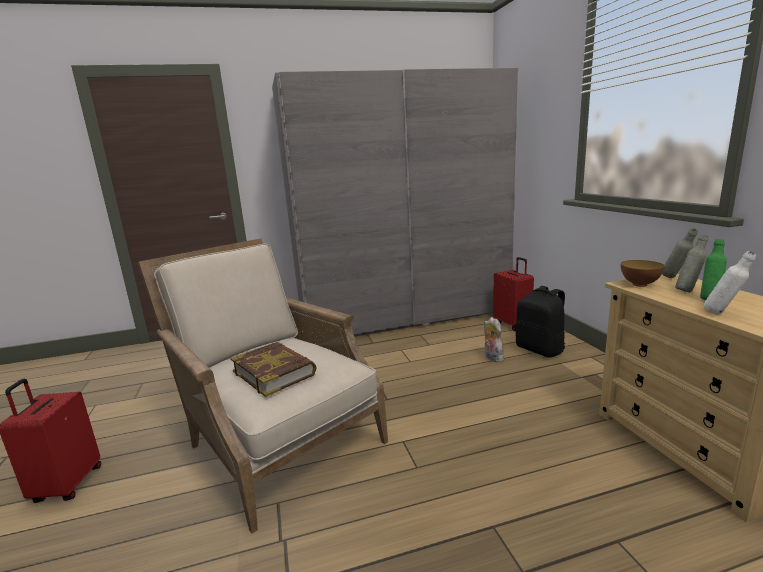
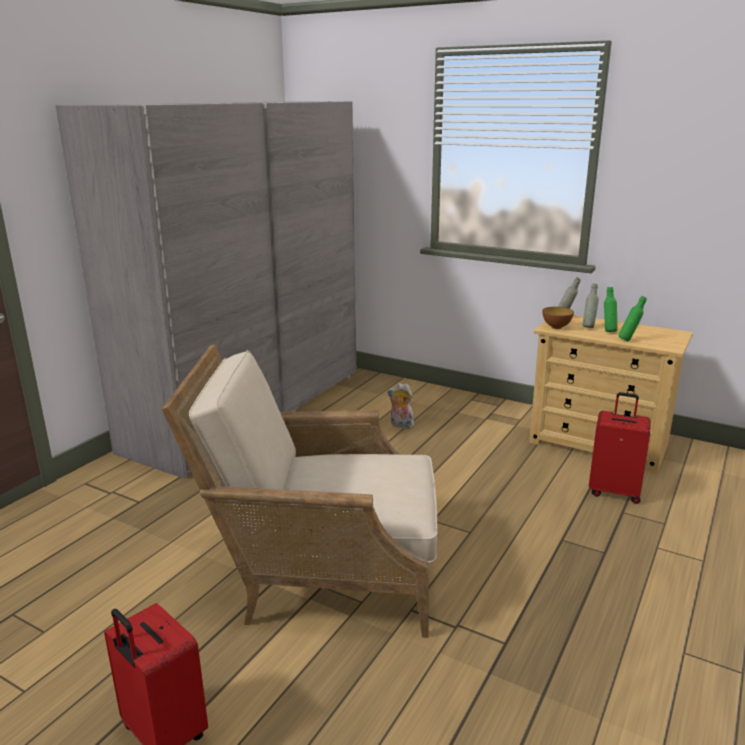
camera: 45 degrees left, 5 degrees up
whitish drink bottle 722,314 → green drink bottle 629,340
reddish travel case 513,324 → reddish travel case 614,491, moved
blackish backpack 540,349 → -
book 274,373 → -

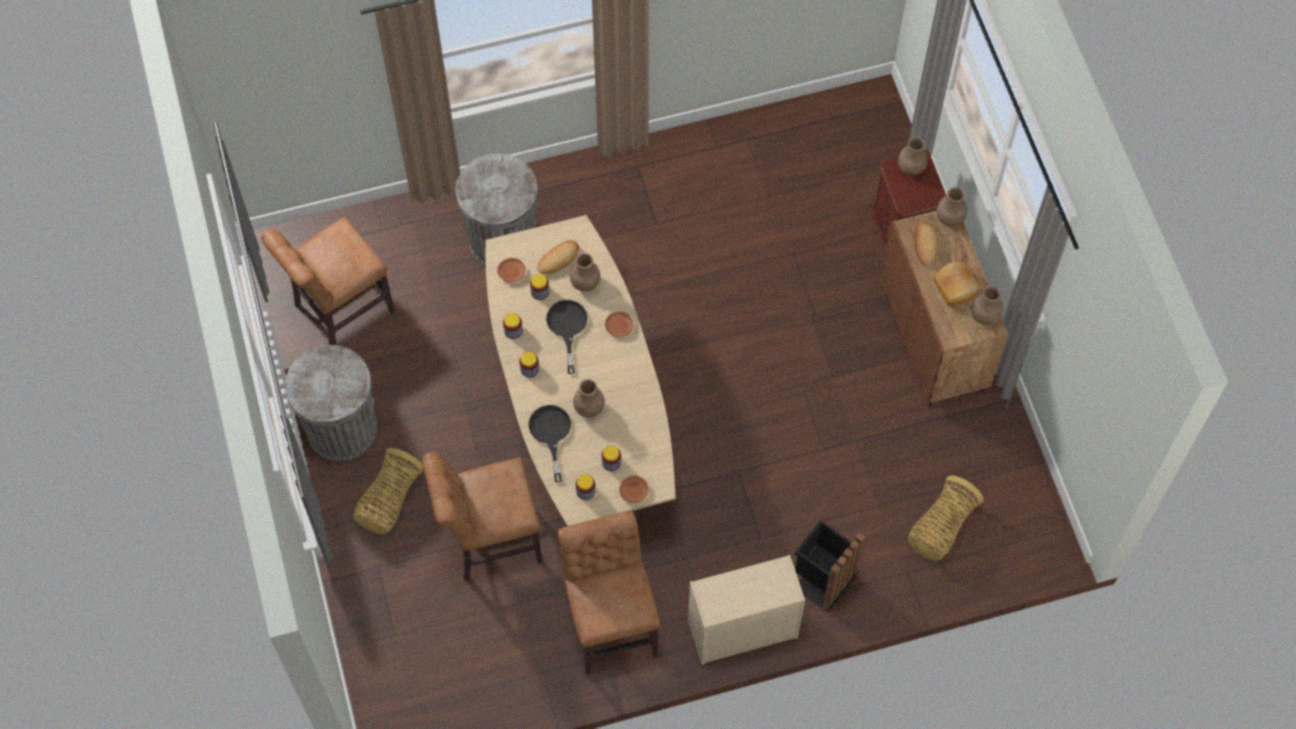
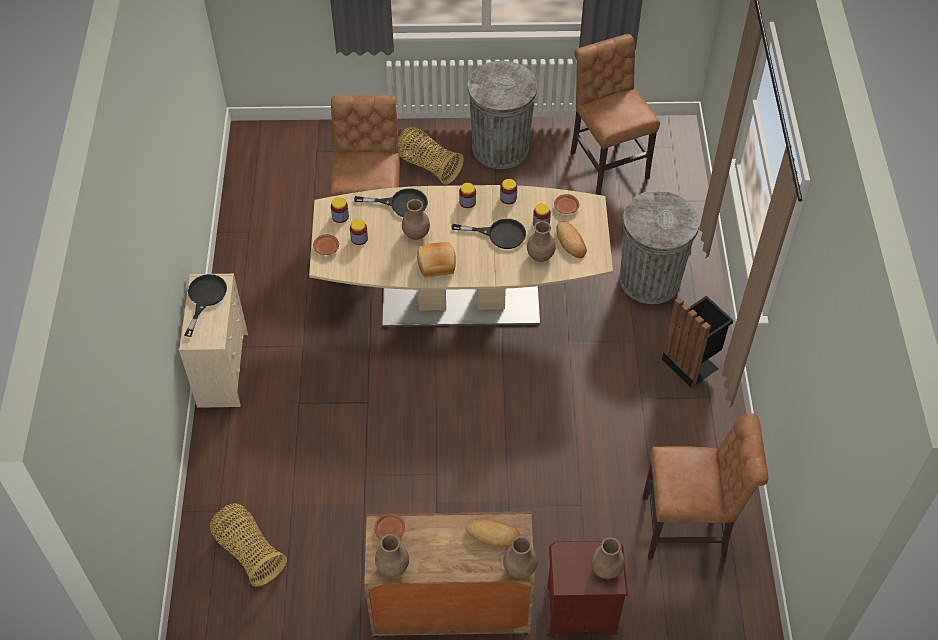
camera: 105 degrees right, 10 degrees down
baked bread 956,288 → baked bread 436,265, moved
brown-coloured flat dish 618,326 → brown-coloured flat dish 390,530, moved
brown-coloured plain chair 610,622 → brown-coloured plain chair 689,528, moved
blackish waste bin 822,581 → blackish waste bin 691,362, moved
- → blackish pan 205,298

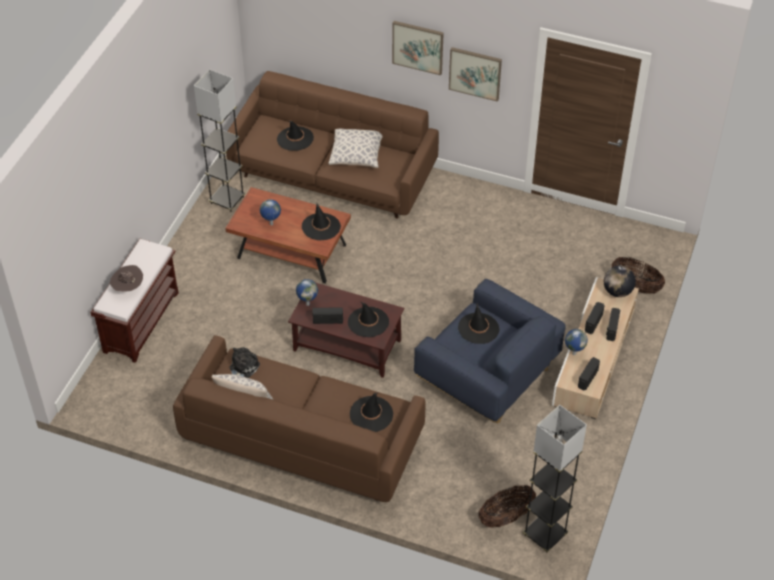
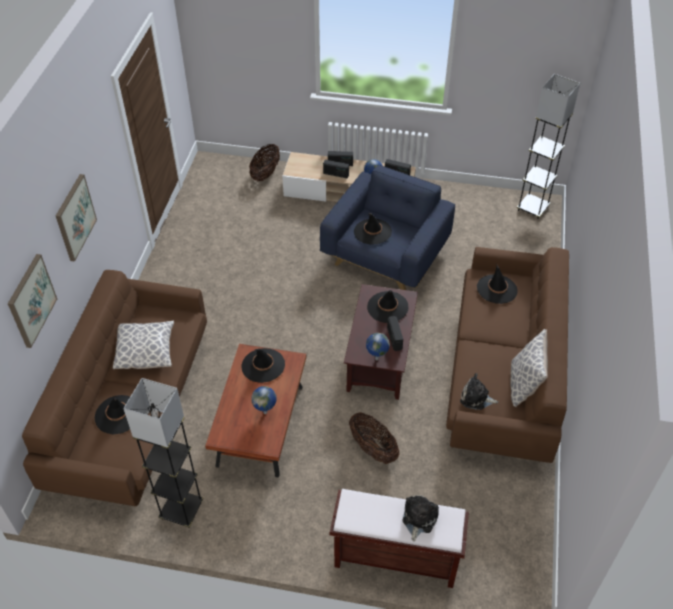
camera: 100 degrees left, 0 degrees up
wall picture 475,73 → wall picture 31,300, moved
brown-coloured wearable hat 128,288 → plush toy 418,519
globe 617,291 → -
basket 506,517 → basket 373,448, moved

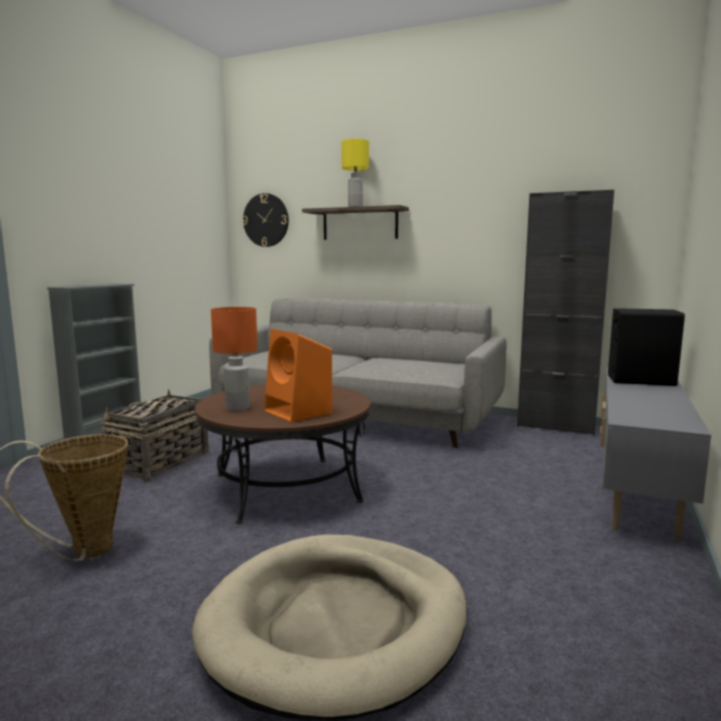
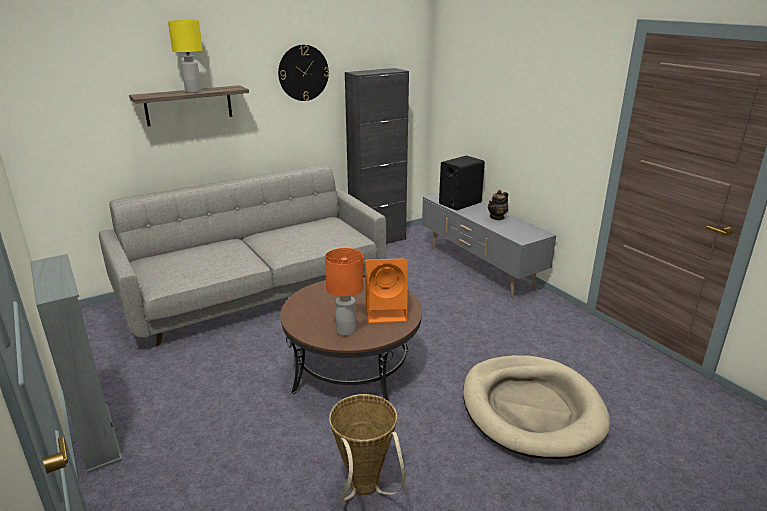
camera: 55 degrees left, 15 degrees up
hanging clock 266,220 → hanging clock 303,73, moved
basket 159,463 → -
- → pot for tea 497,217

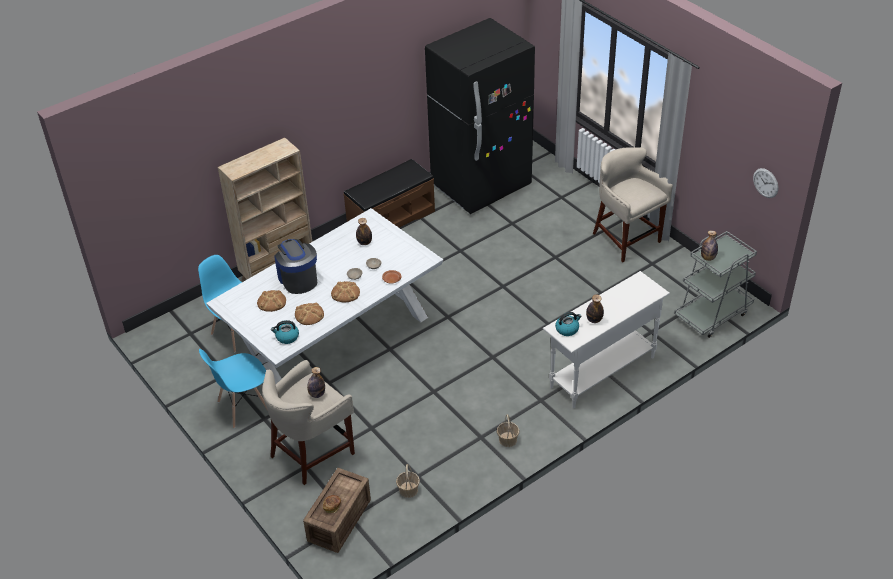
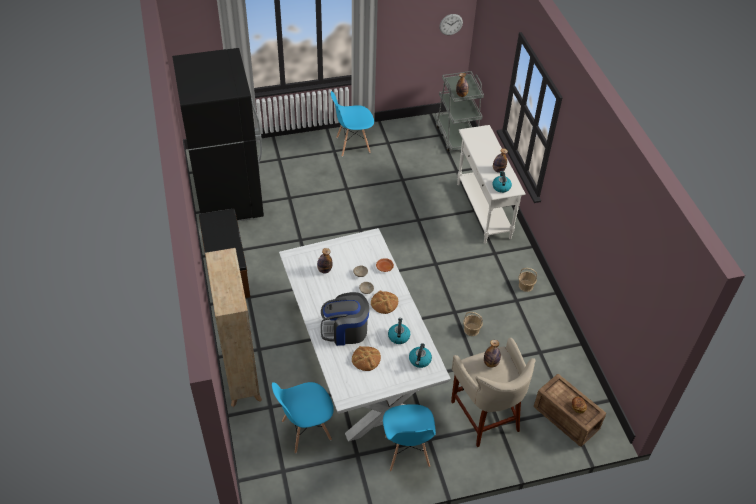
camera: 70 degrees left, 5 degrees up
sand-coloured sitting stool 625,239 → bluish plain chair 352,145
baked bread 309,315 → kettle 398,336
basket 408,490 → basket 471,330, moved

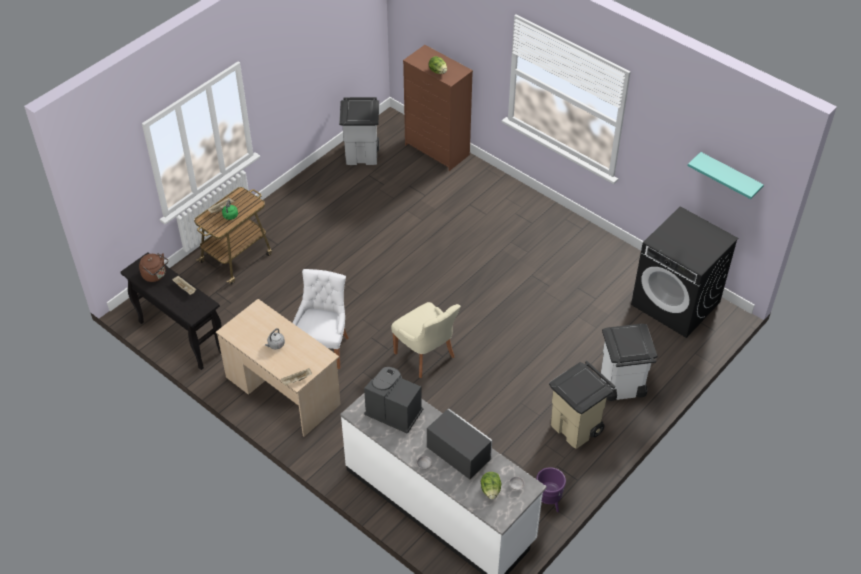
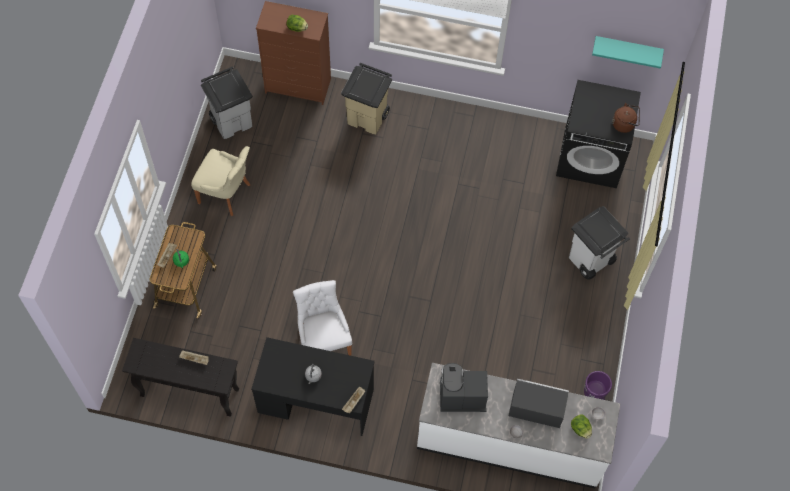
camera: 30 degrees left, 15 degrees up
brown-coloured kettle 155,275 → brown-coloured kettle 625,124, moved
sand-coloured desk unit 283,391 → blackish desk unit 315,401
sand-coloured plain chair 426,356 → sand-coloured plain chair 226,194, moved
sand-coloured waste bin 576,428 → sand-coloured waste bin 368,117, moved

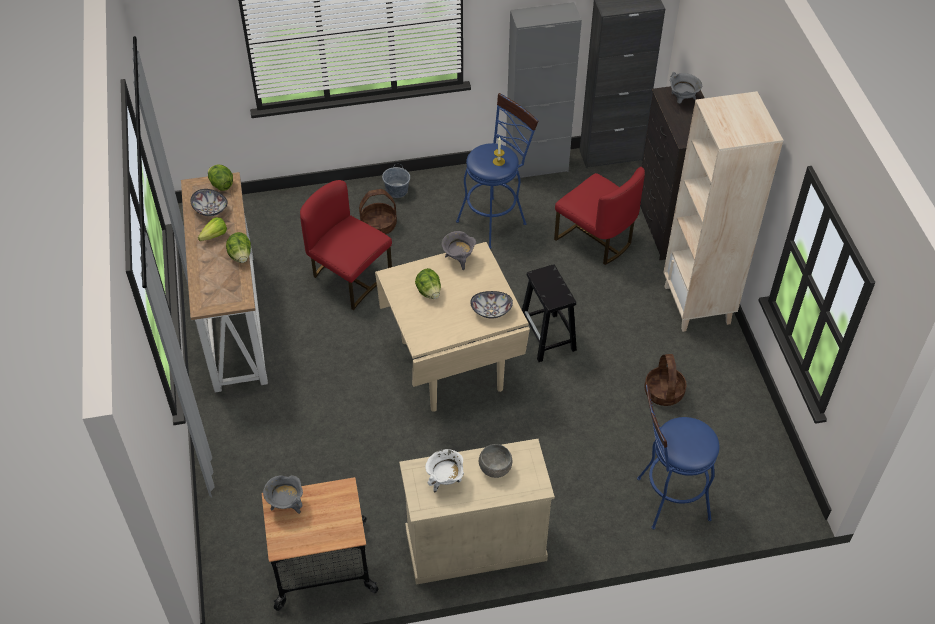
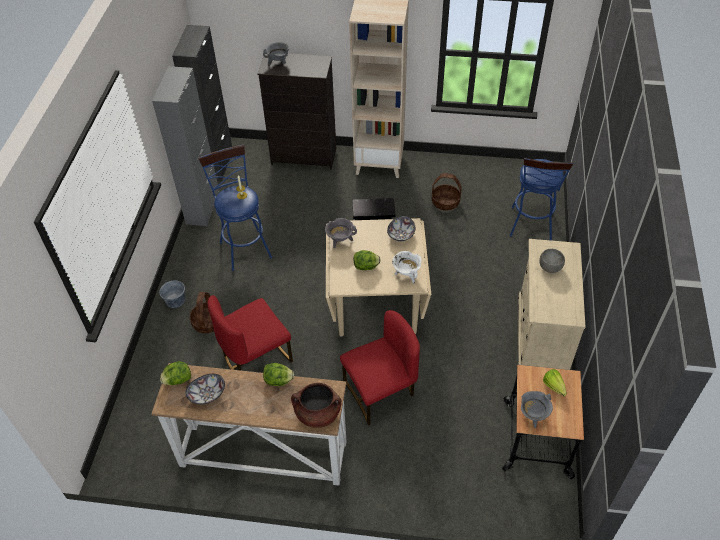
camera: 70 degrees left, 0 degrees up
reddish plain chair 595,239 → reddish plain chair 380,392, moved
lettuce head 212,237 → lettuce head 555,388, moved
whitish cooking pot 445,480 → whitish cooking pot 406,275, moved
- → brown-coloured cooking pot 318,414

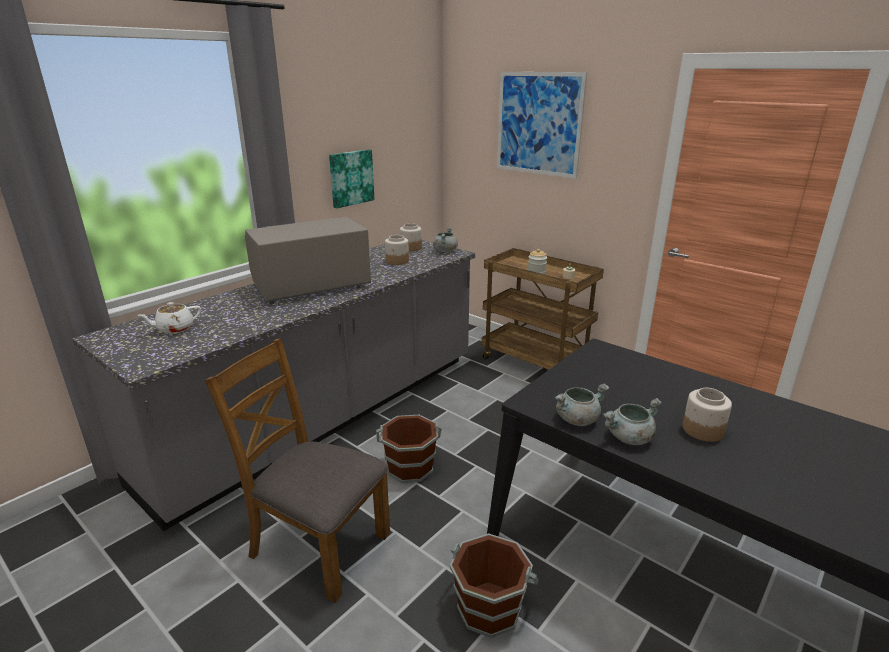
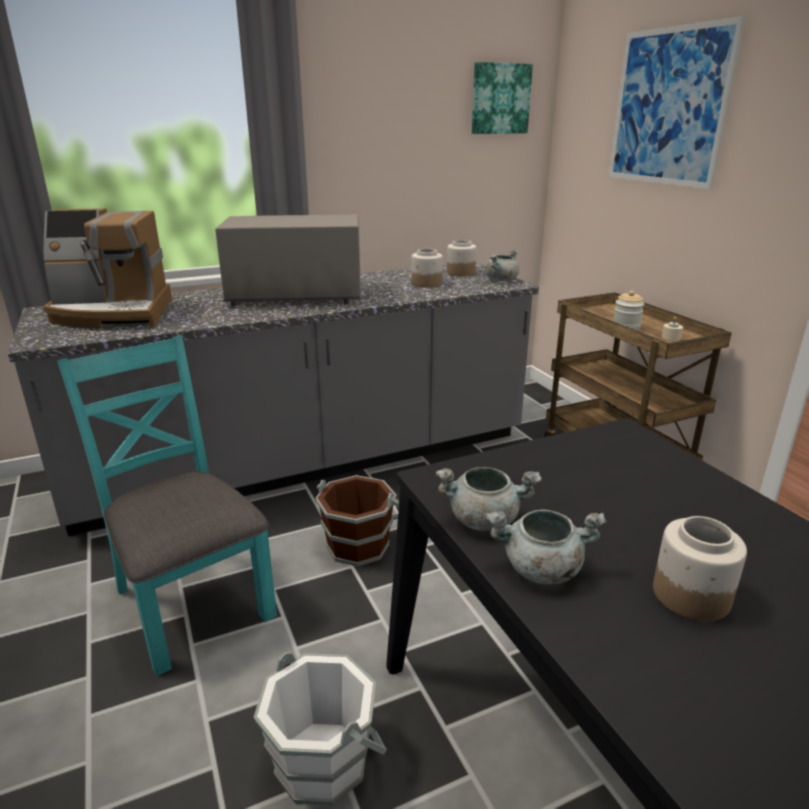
camera: 25 degrees right, 0 degrees up
wall picture 350,178 → wall picture 500,99, moved
whitish pot for tea 174,329 → coffee brewer 113,314
brown-coloured plain chair 318,545 → blue-green plain chair 191,602
brown-coloured water bucket 489,607 → whitish water bucket 323,759

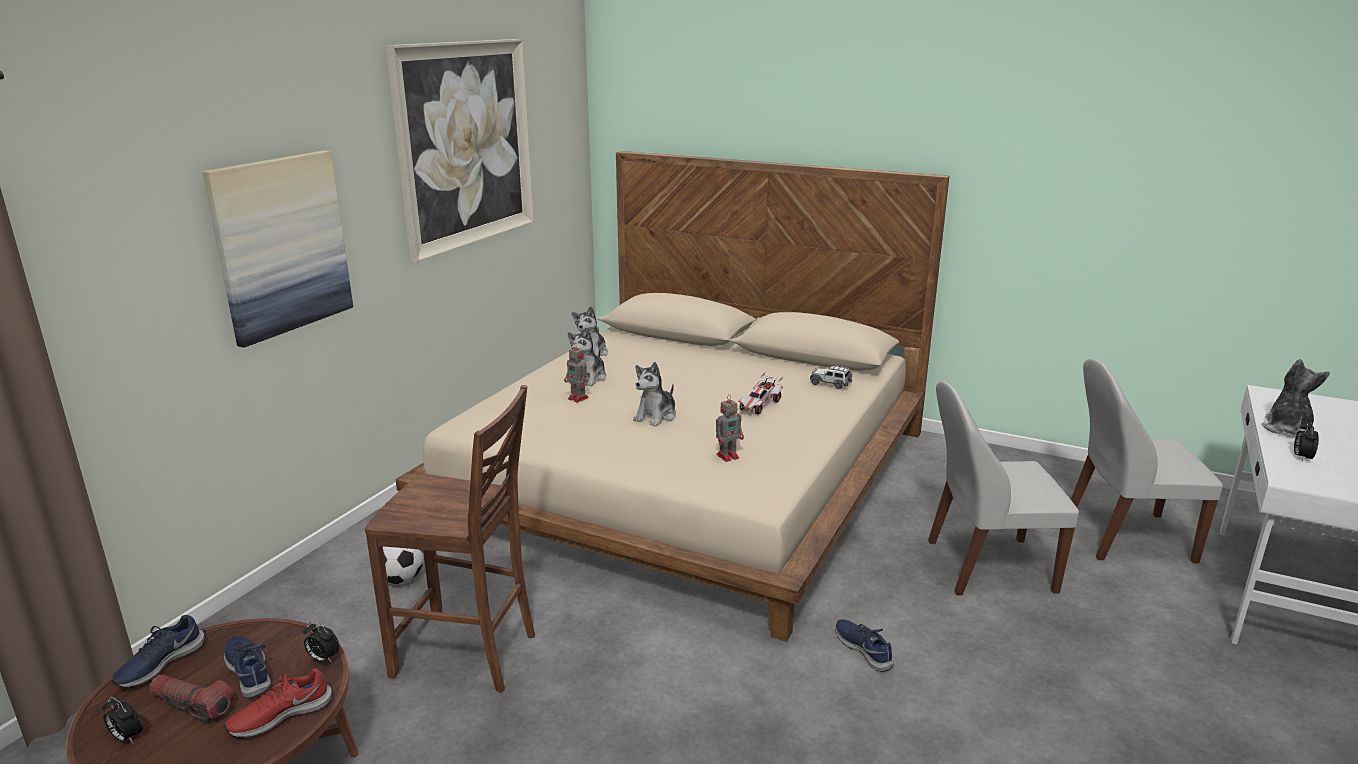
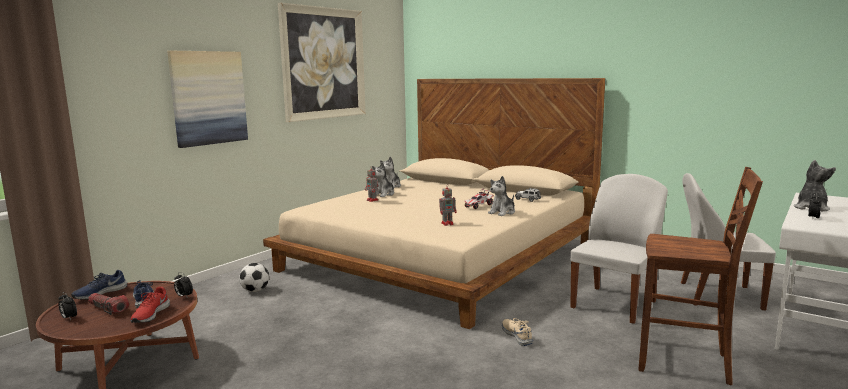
camera: 10 degrees right, 10 degrees down
plush toy 656,416 → plush toy 502,212, moved
whitish plain chair 986,566 → whitish plain chair 614,304, 120 degrees clockwise
brown-coloured plain chair 468,655 → brown-coloured plain chair 685,362, moved
bluish low shoe 864,649 → sand-coloured low shoe 517,335
reddish low shoe 280,714 → reddish low shoe 150,314, 60 degrees counterclockwise

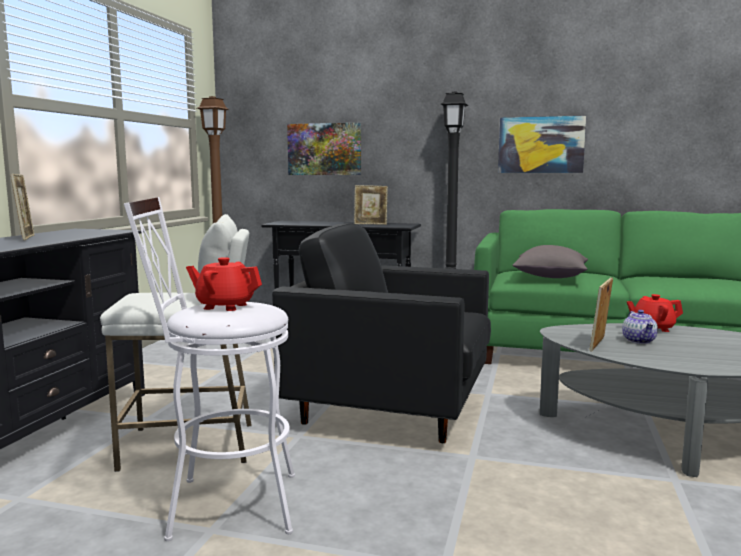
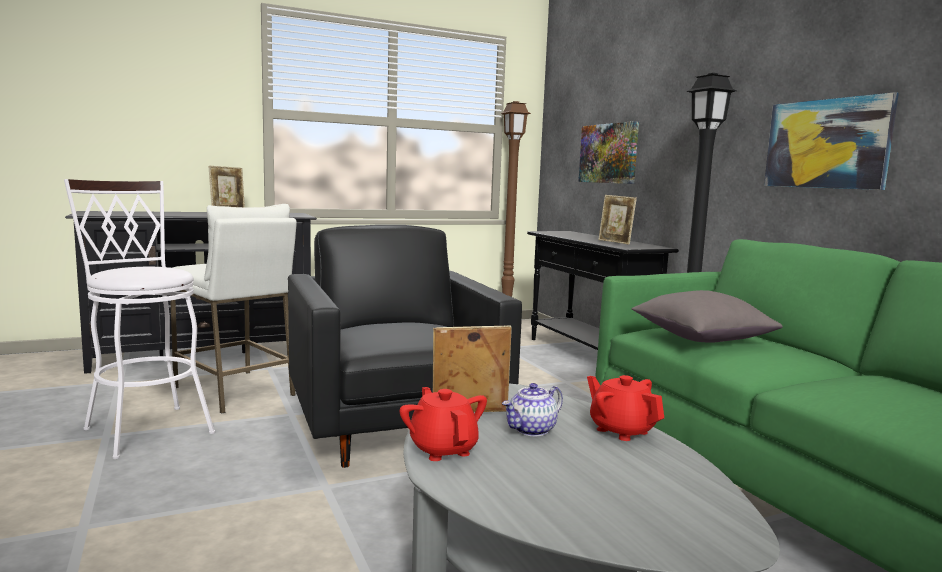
camera: 50 degrees right, 0 degrees up
reddish pot for tea 225,306 → reddish pot for tea 443,449, moved

